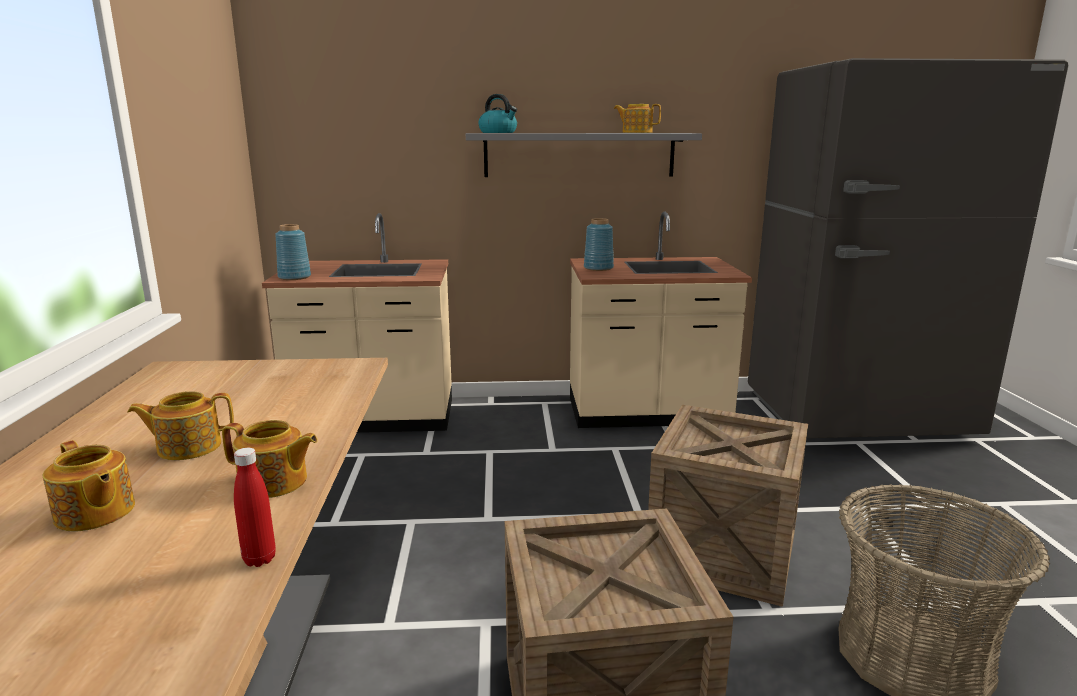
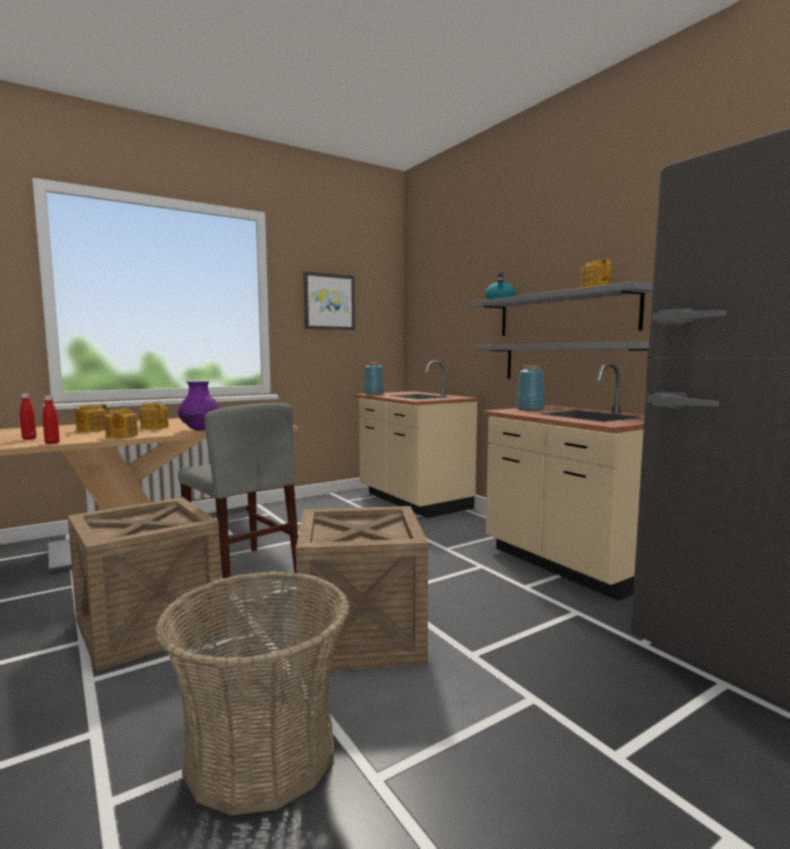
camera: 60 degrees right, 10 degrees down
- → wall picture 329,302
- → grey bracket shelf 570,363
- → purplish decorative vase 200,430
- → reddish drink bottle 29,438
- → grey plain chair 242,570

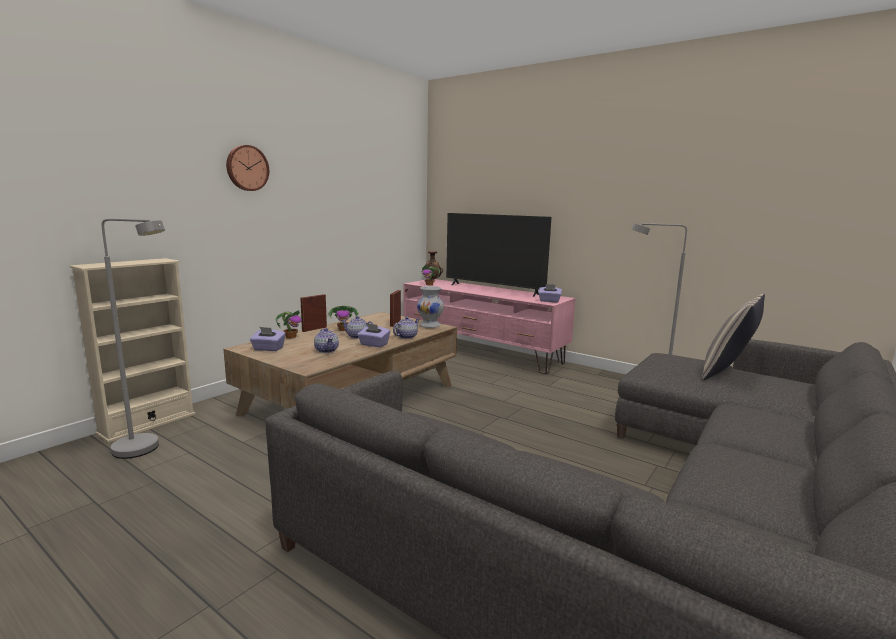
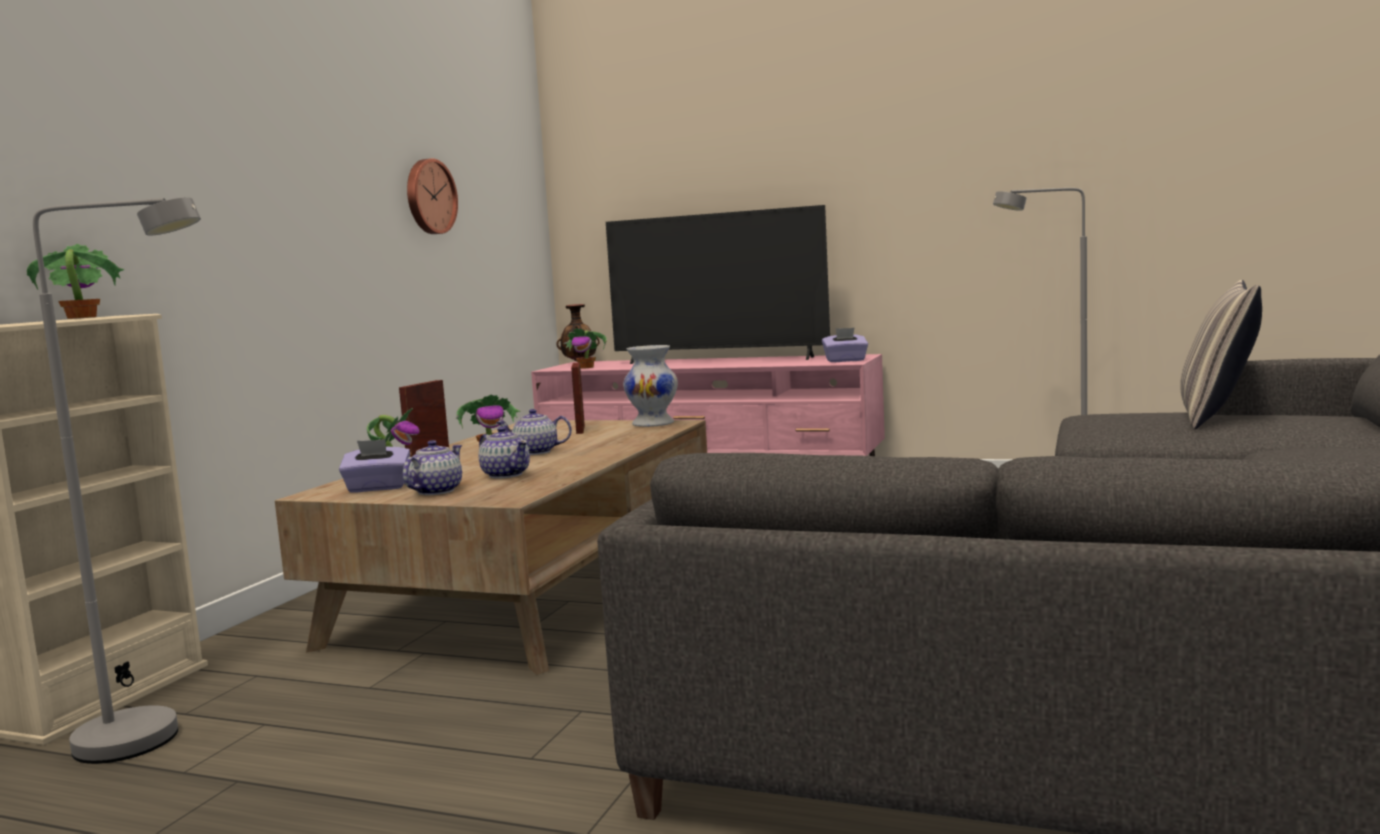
camera: 15 degrees left, 5 degrees down
hanging clock 246,168 → hanging clock 429,197, moved
pot for tea 406,337 → pot for tea 435,491, moved
purplish tissue holder 373,344 → -
- → plant in a pot 80,317

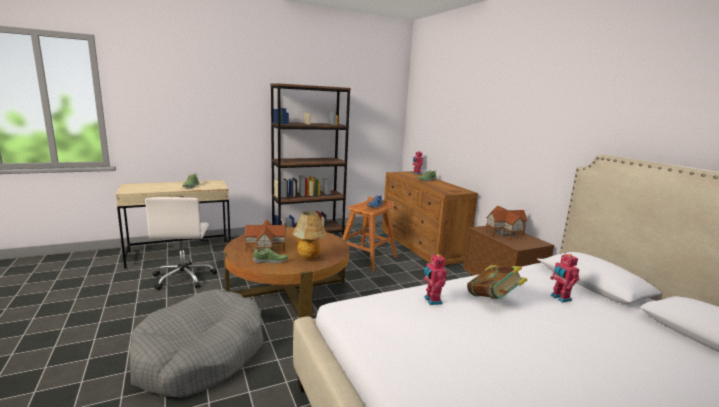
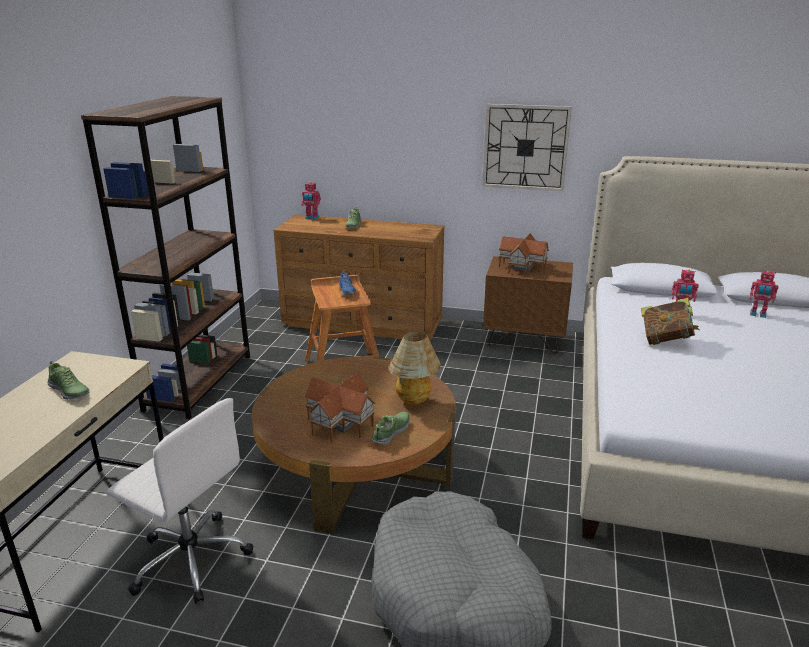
camera: 50 degrees left, 10 degrees up
robot figure 432,300 → robot figure 758,314, moved
- → hanging clock 525,147

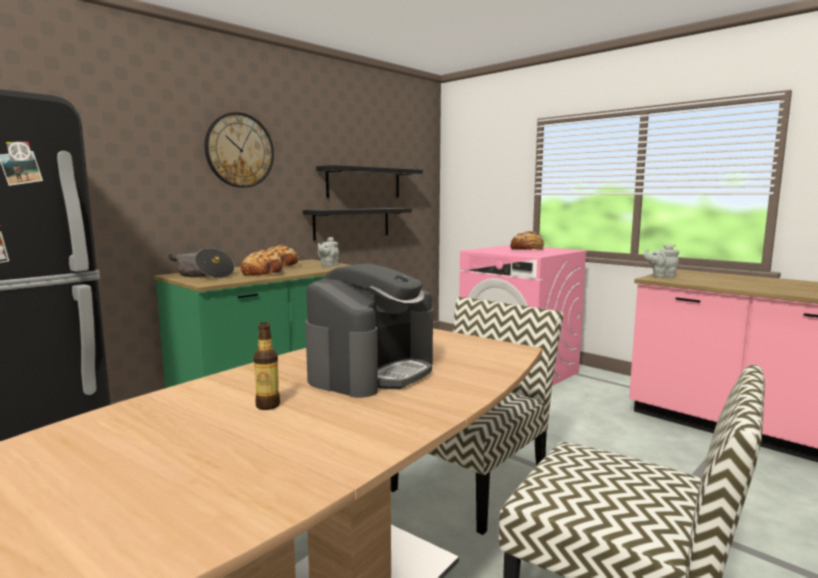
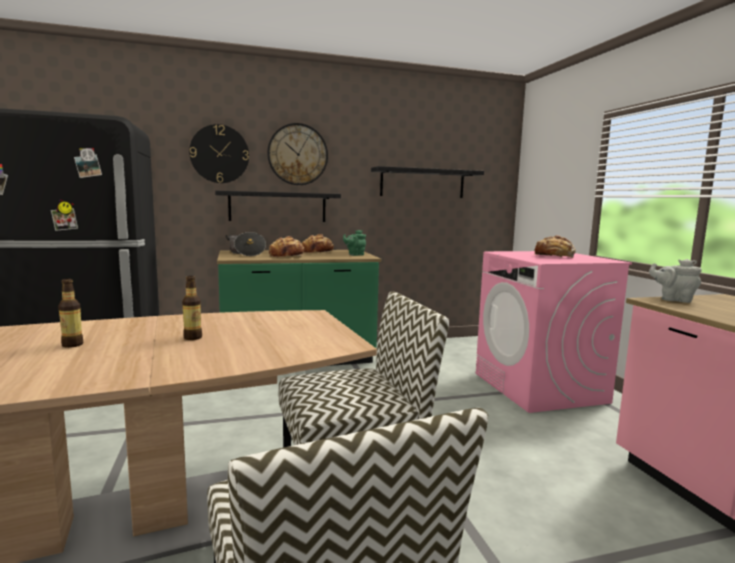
camera: 30 degrees right, 0 degrees up
blackish bracket shelf 352,223 → blackish bracket shelf 278,207, moved
grey pot for tea 328,265 → green pot for tea 355,255
coffee brewer 372,371 → drink bottle 193,338
- → hanging clock 219,154

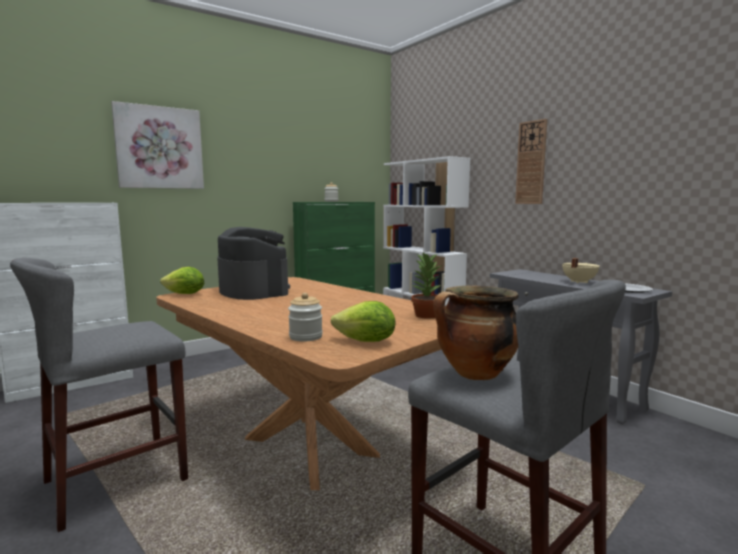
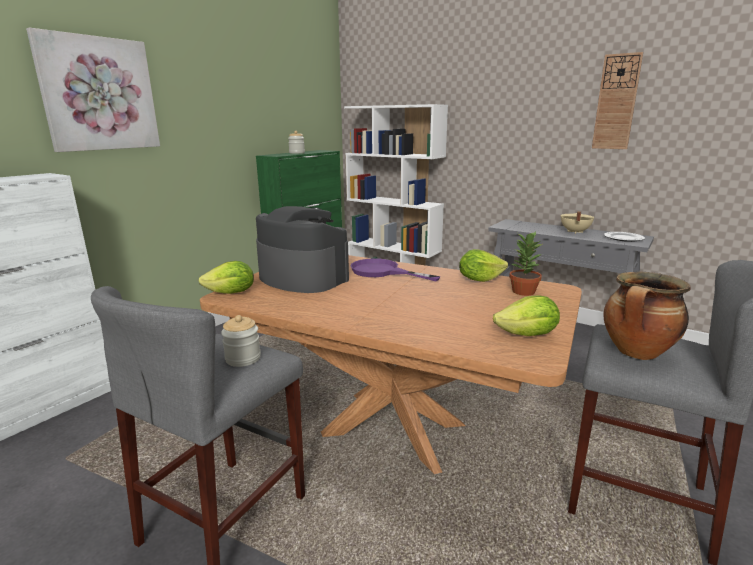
camera: 20 degrees left, 10 degrees up
hanging clock 531,163 → hanging clock 616,102, moved
preserve jar 305,337 → preserve jar 243,358, moved
- → lettuce head 479,279
- → purplish pan 382,272

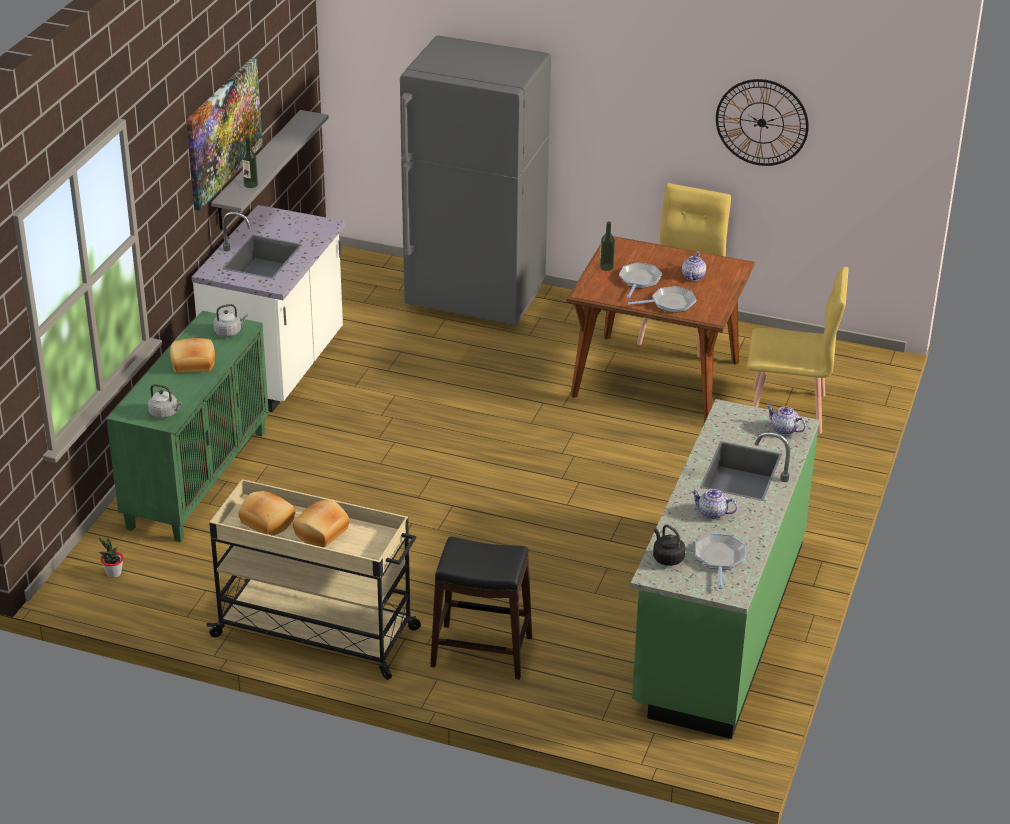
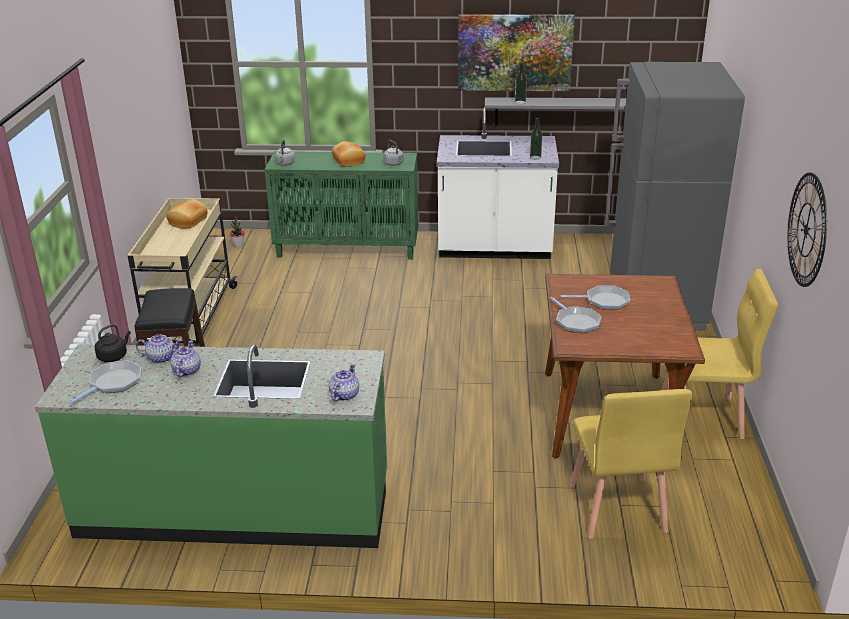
camera: 75 degrees right, 5 degrees down
drink bottle 606,267 → drink bottle 535,157, moved
pot for tea 693,276 → pot for tea 161,358, moved
baked bread 322,532 → -
pan 719,559 → pan 113,383, 45 degrees counterclockwise

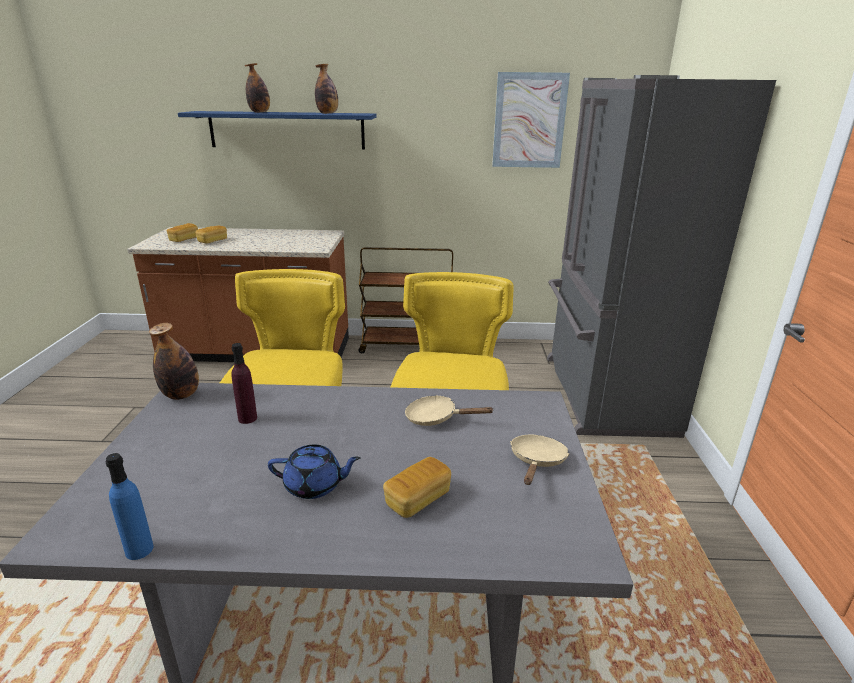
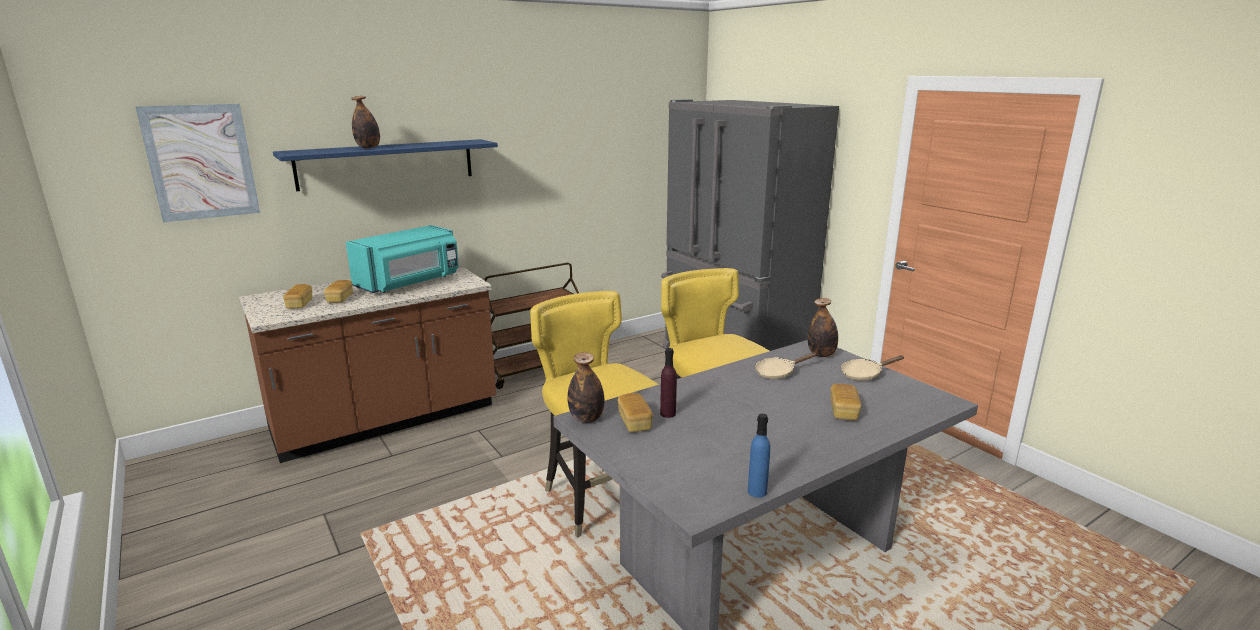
camera: 35 degrees left, 5 degrees down
drink bottle 327,113 → drink bottle 821,354, moved
wall picture 529,121 → wall picture 201,162, moved
sand-coloured pan 537,461 → sand-coloured pan 864,374, 90 degrees counterclockwise
bluish pot for tea 314,486 → -
- → blue-green microwave 410,283
- → baked bread 634,422

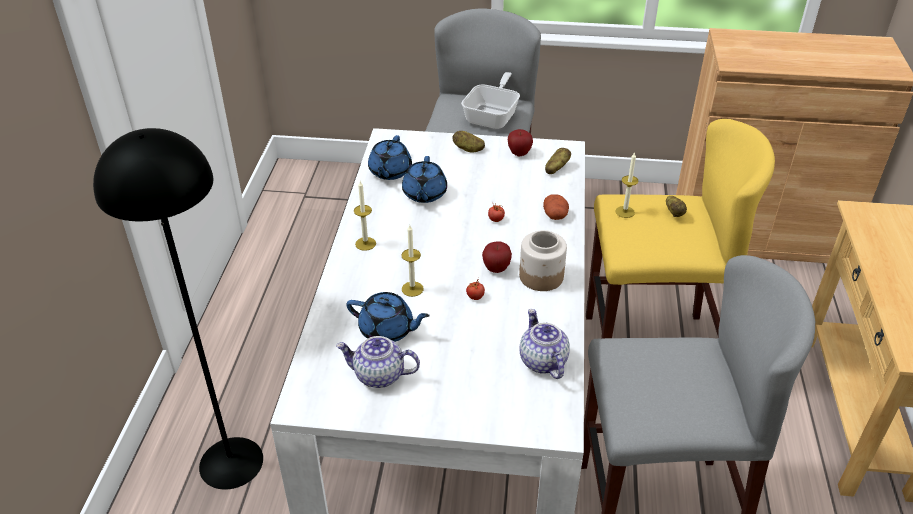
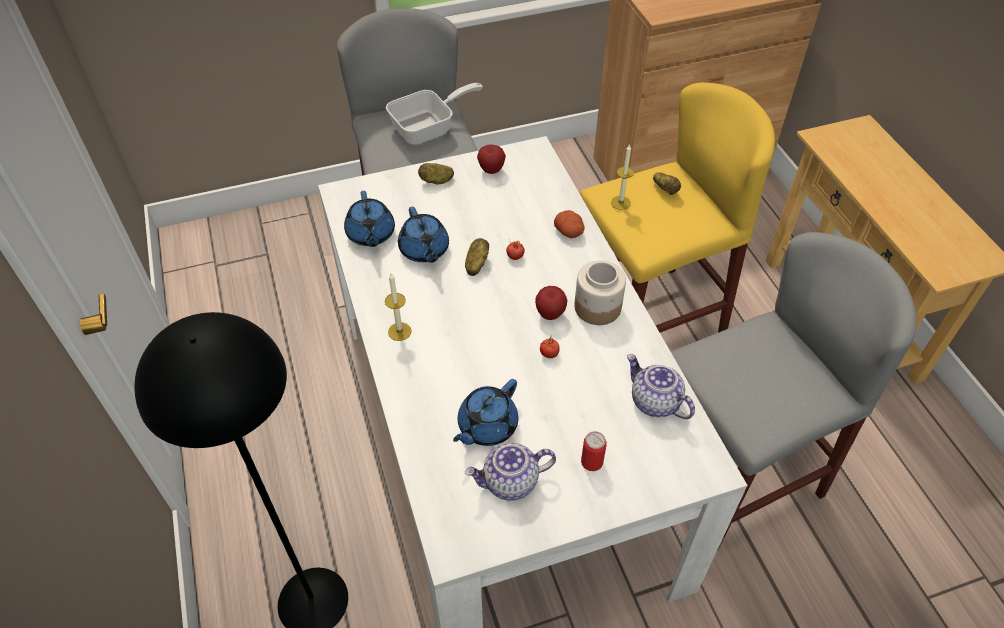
camera: 25 degrees left, 10 degrees up
pan 494,115 → pan 429,128, 60 degrees clockwise
whole potato 556,168 → whole potato 476,264, moved
wax light 412,289 → -
bluish pot for tea 387,330 → bluish pot for tea 486,426, 135 degrees clockwise
- → can 591,462

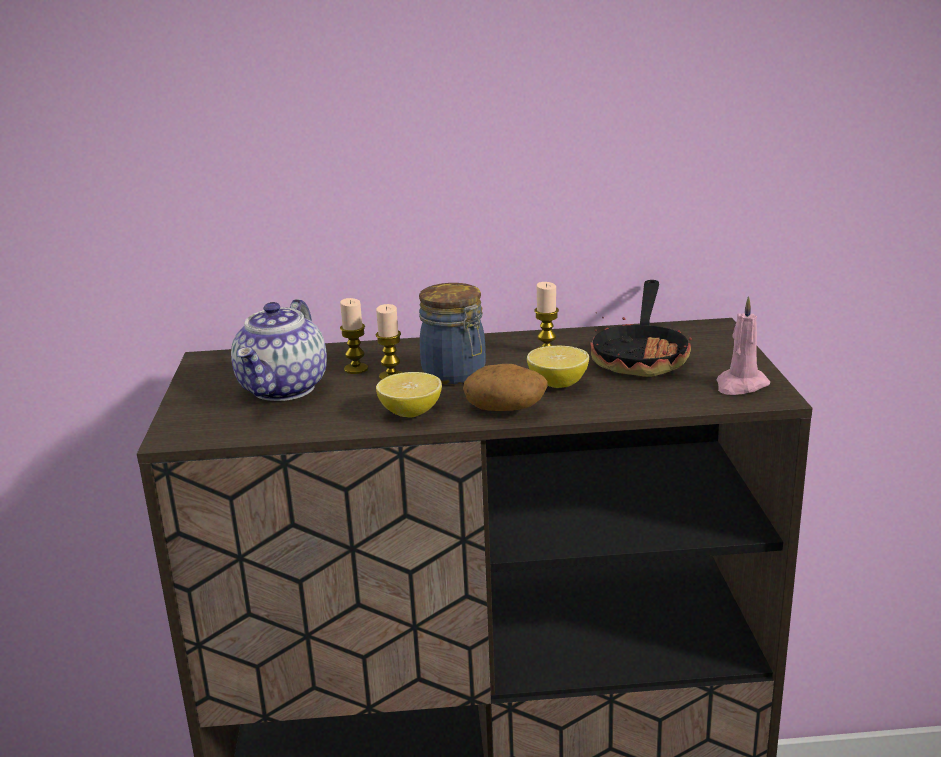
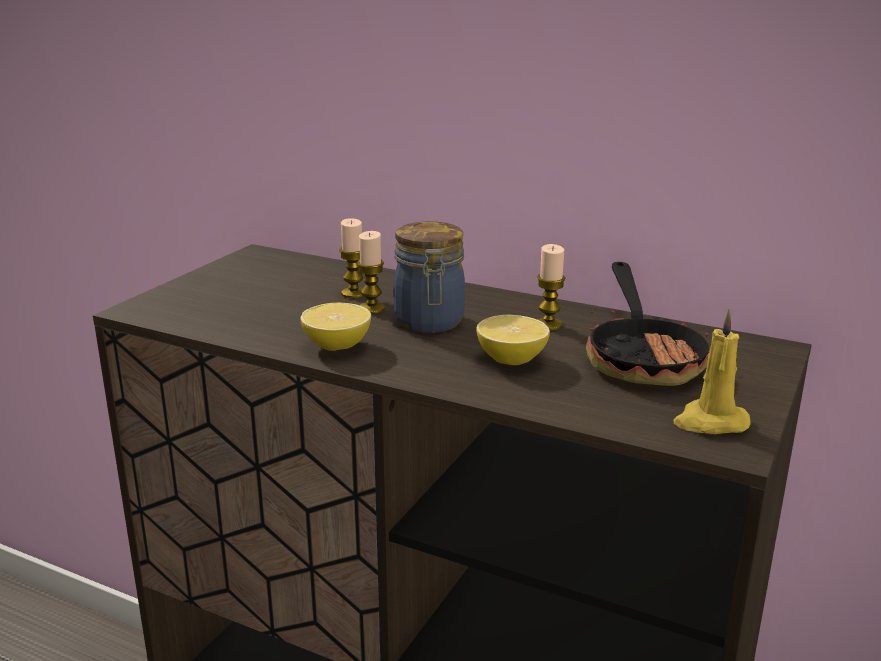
camera: 30 degrees right, 0 degrees up
pan 642,355 → pan 642,356, 45 degrees counterclockwise
pinkish wax light 740,385 → yellow wax light 710,422
pot for tea 284,389 → -
whole potato 506,408 → -

